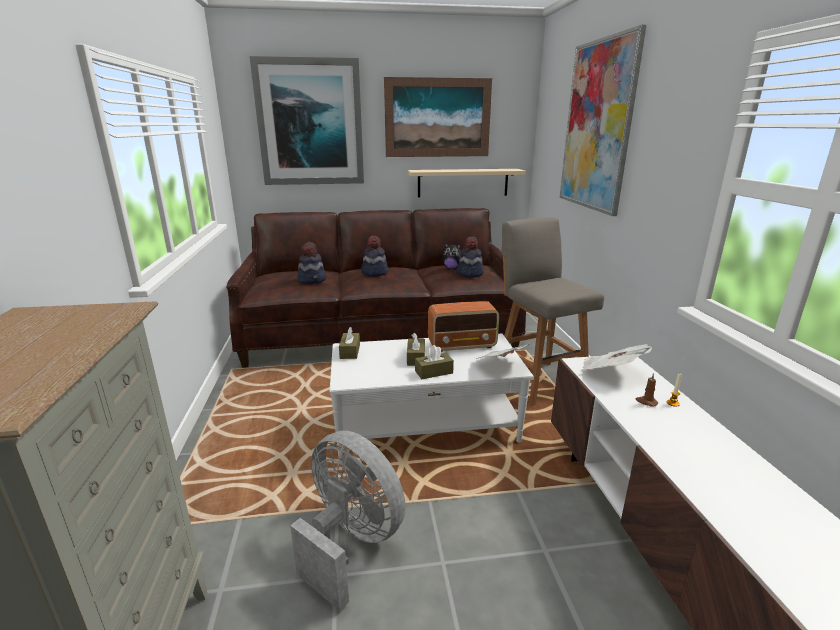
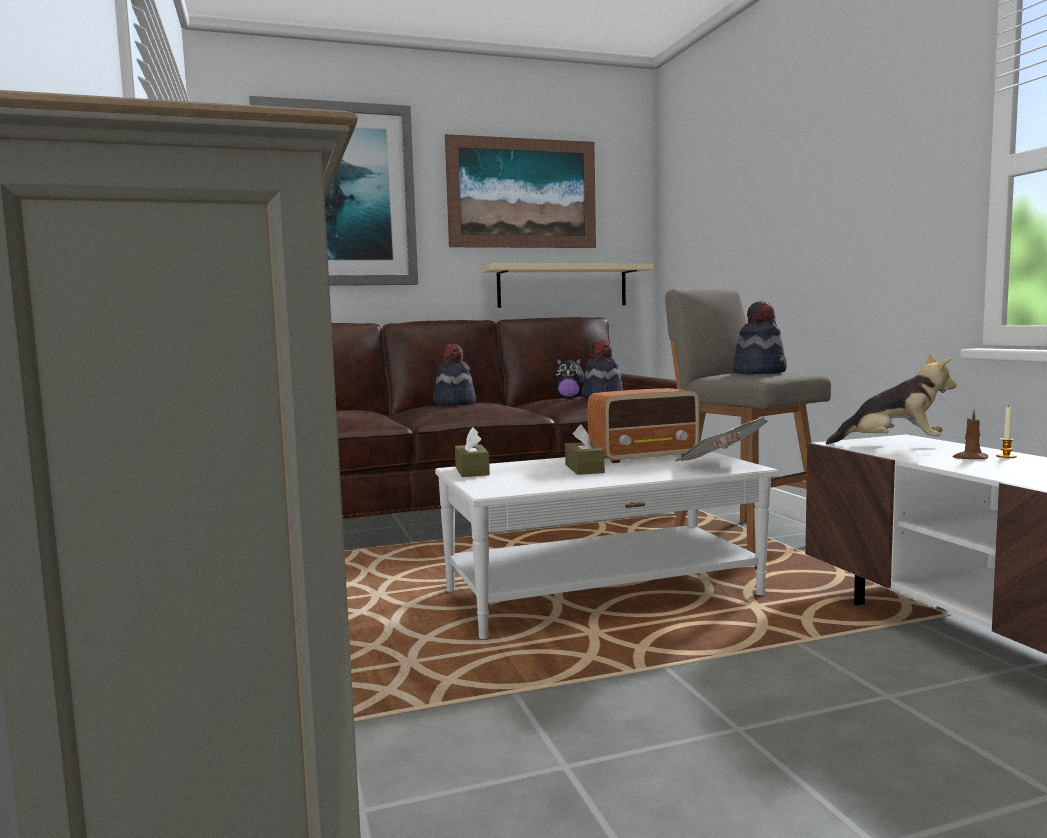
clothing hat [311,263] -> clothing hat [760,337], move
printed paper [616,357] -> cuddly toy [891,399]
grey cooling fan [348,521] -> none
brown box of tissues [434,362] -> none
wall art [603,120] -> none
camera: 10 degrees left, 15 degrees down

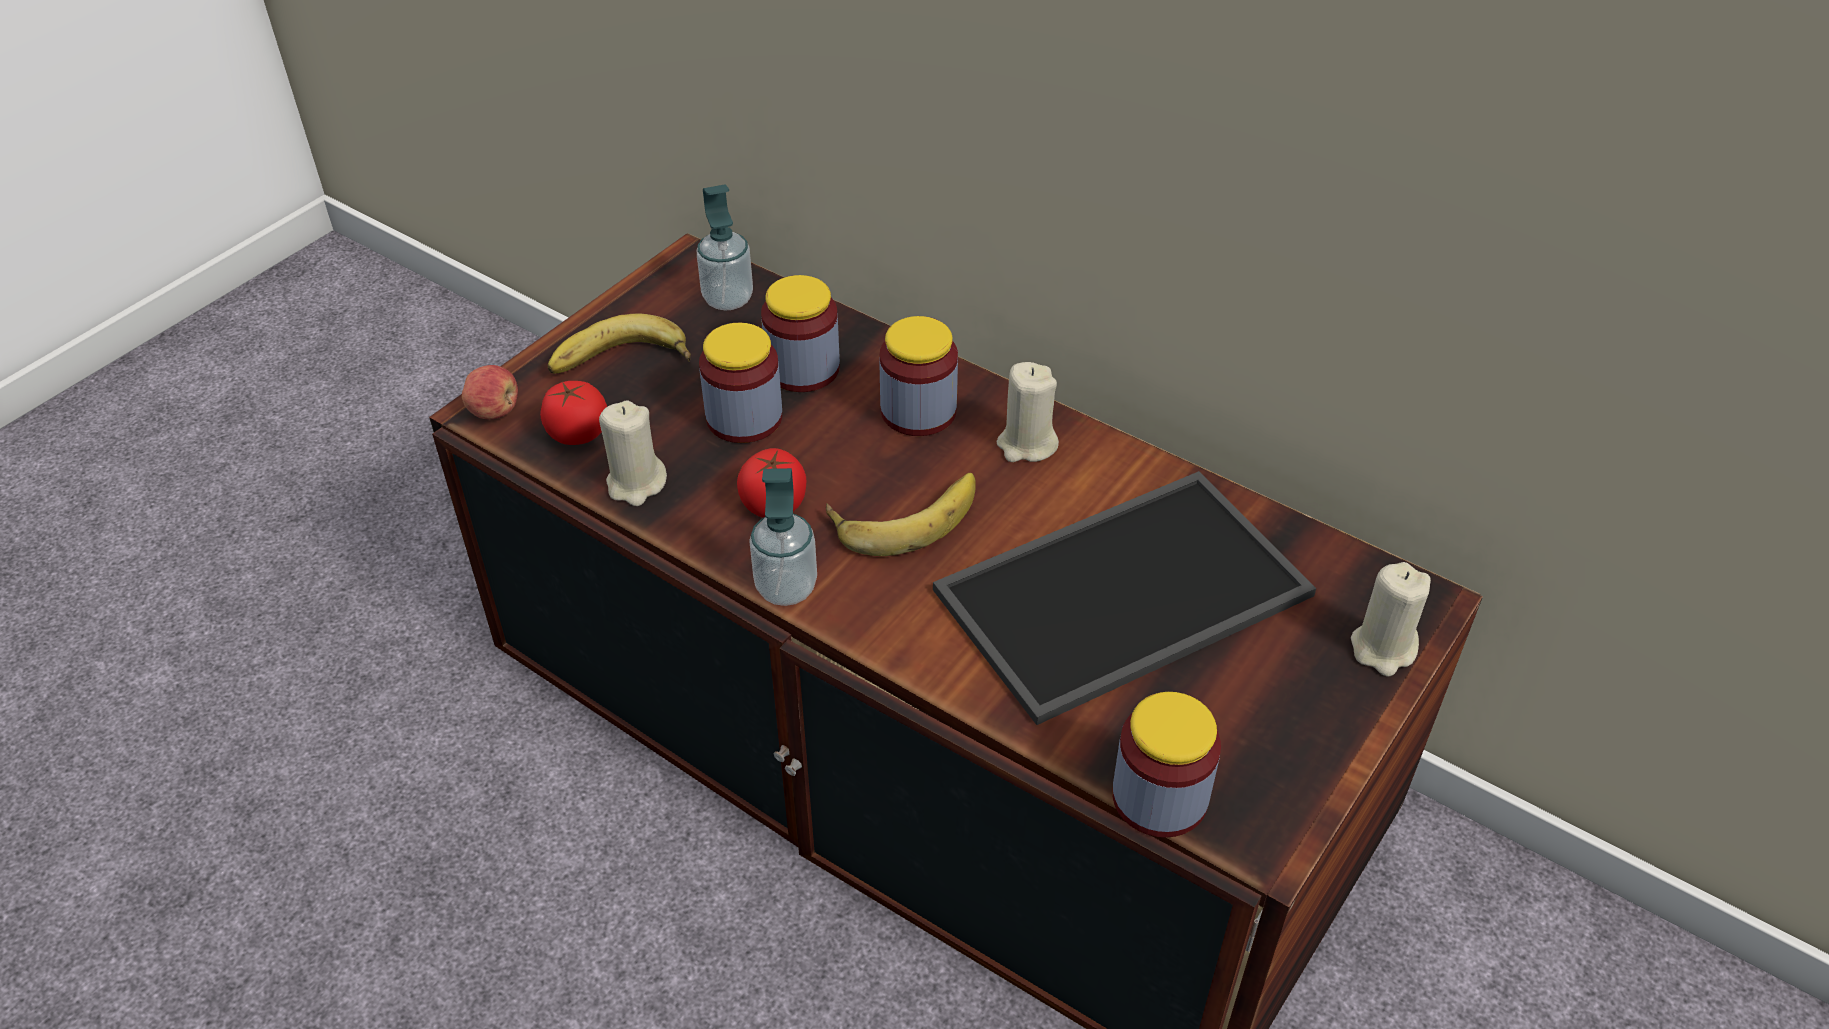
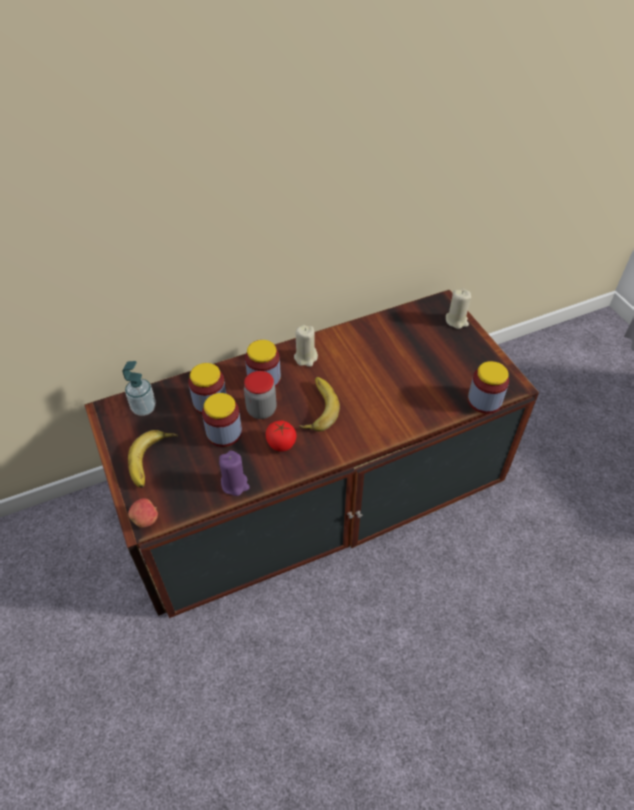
sand-coloured wax candle [633,453] -> purple-coloured wax candle [234,473]
none -> storage jar [260,395]
tomato [573,413] -> none
soap dispenser [783,537] -> none
carrying tray [1124,598] -> none
camera: 60 degrees left, 5 degrees up

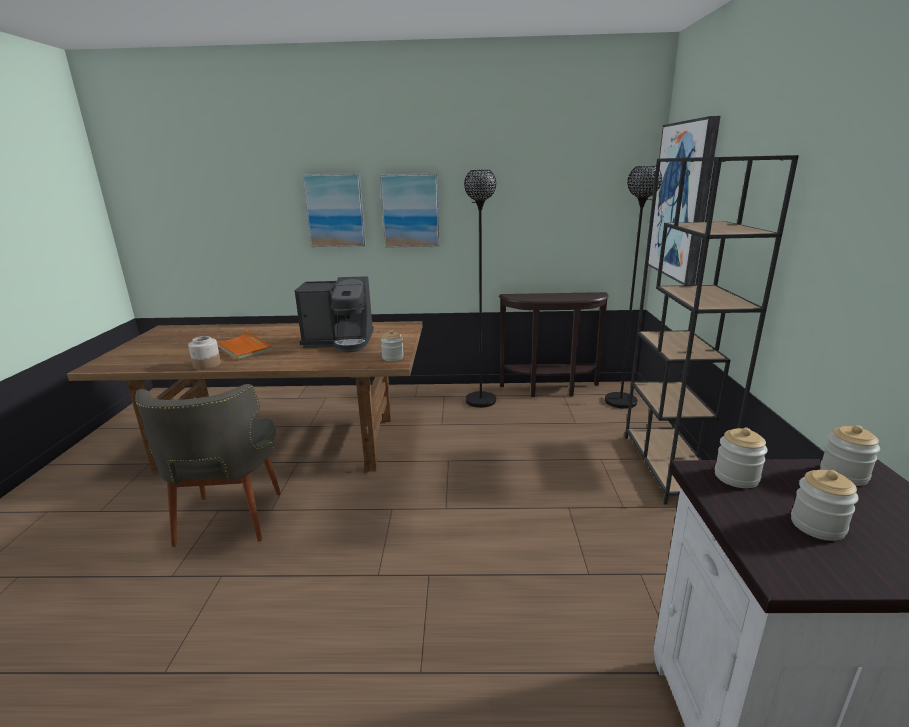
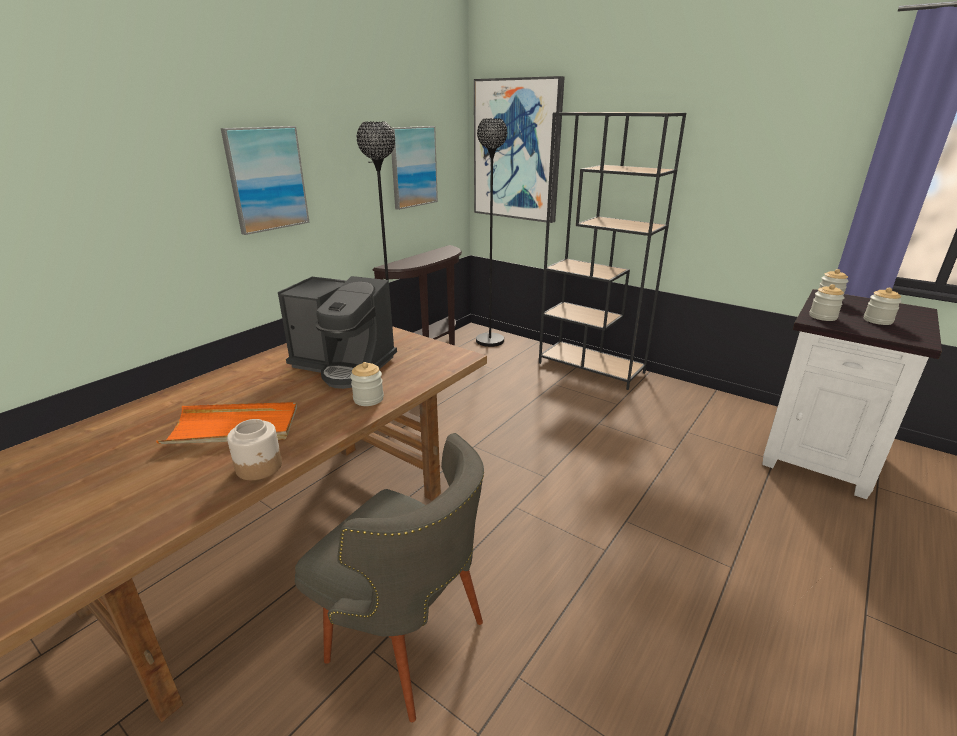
coffee brewer [334,314] -> coffee brewer [337,332], 75 degrees clockwise
storage jar [392,345] -> storage jar [367,384], move
wall art [334,210] -> wall art [414,168], move
camera: 55 degrees left, 5 degrees up

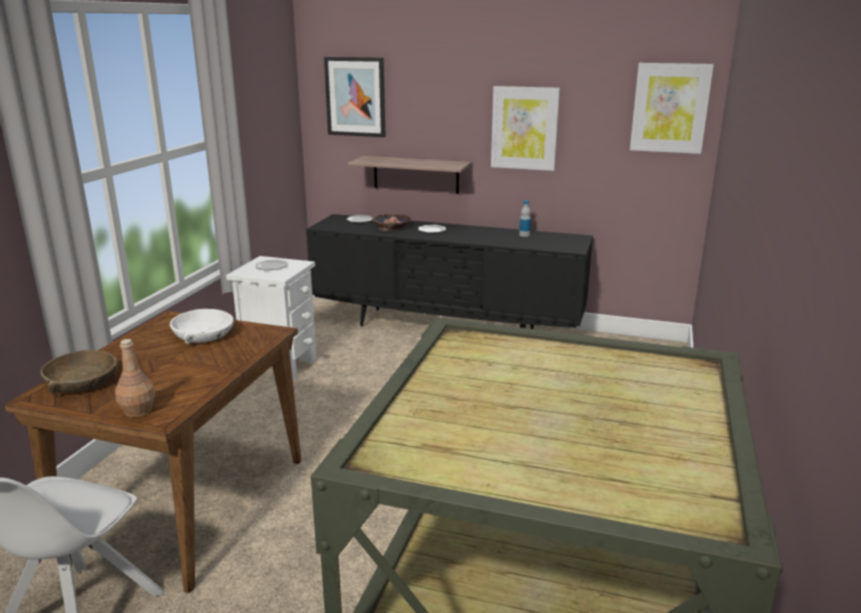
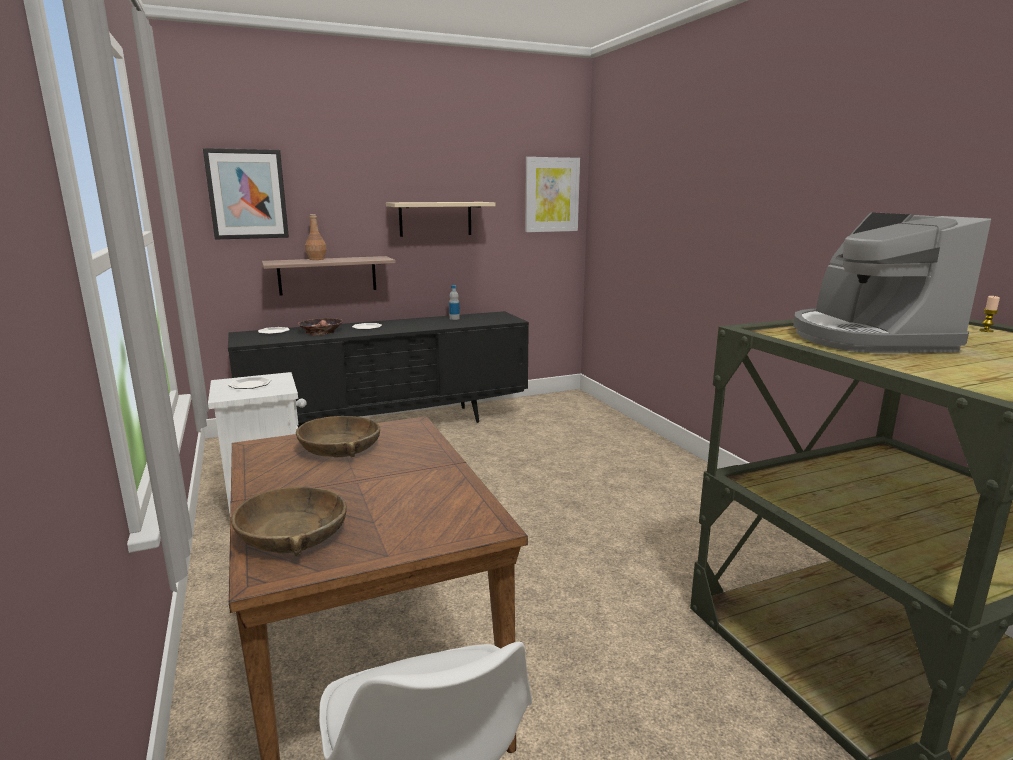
white bowl [202,326] -> brown bowl [338,436]
brown drink bottle [135,378] -> brown drink bottle [316,237], move
wall art [525,128] -> sand-coloured shelf [440,219]
none -> coffee brewer [892,282]
none -> wax candle [989,314]
camera: 40 degrees left, 5 degrees down

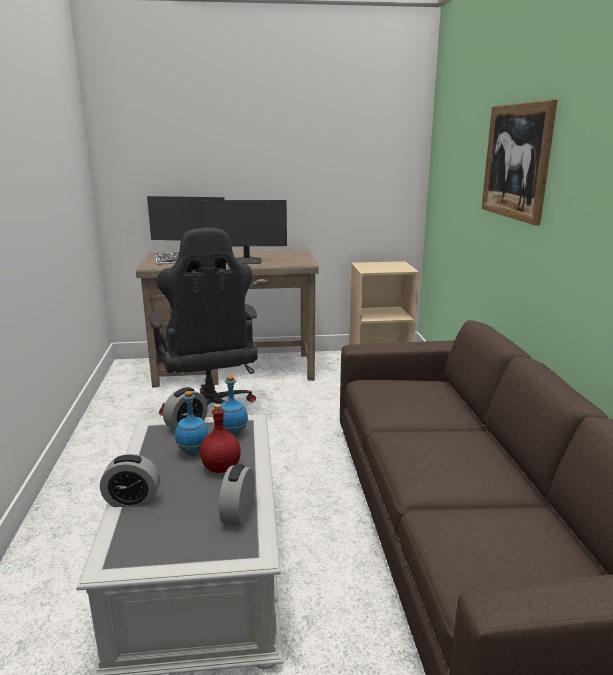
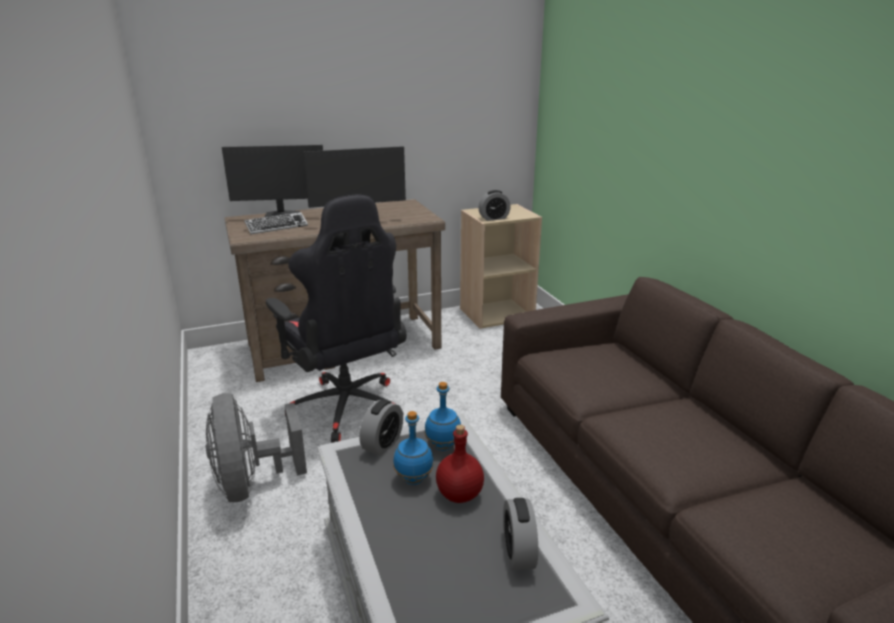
none -> grey cooling fan [256,447]
bedside clock [130,480] -> bedside clock [494,205], move
wall art [519,163] -> none
camera: 15 degrees left, 5 degrees up

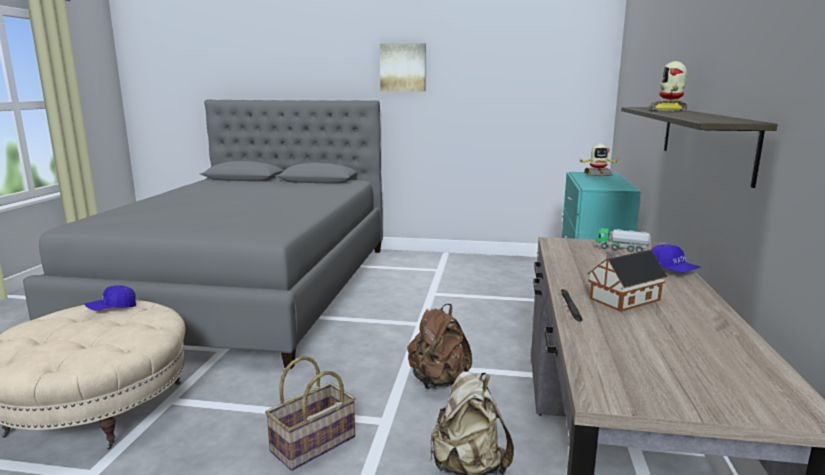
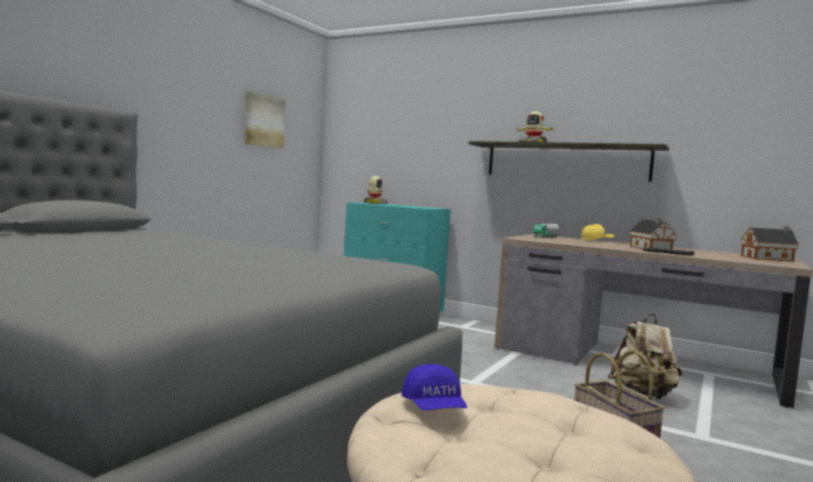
wall art [403,67] -> wall art [265,120], move
blue baseball cap [675,258] -> yellowish baseball cap [597,232]
none -> model house [770,244]
brown backpack [439,346] -> none
camera: 70 degrees left, 10 degrees down

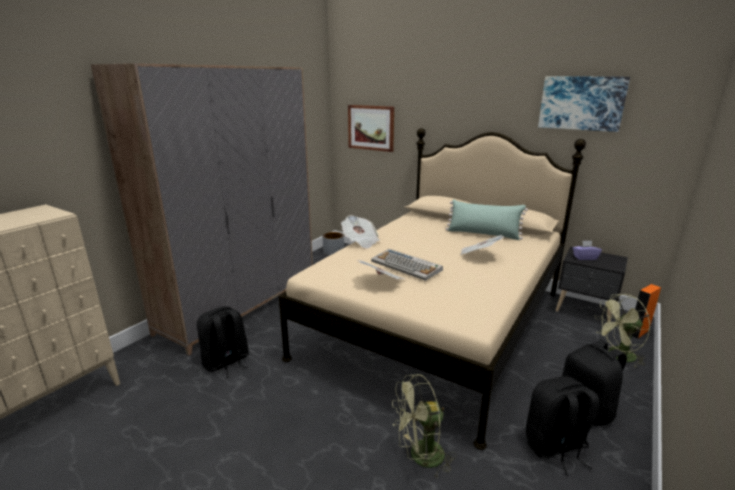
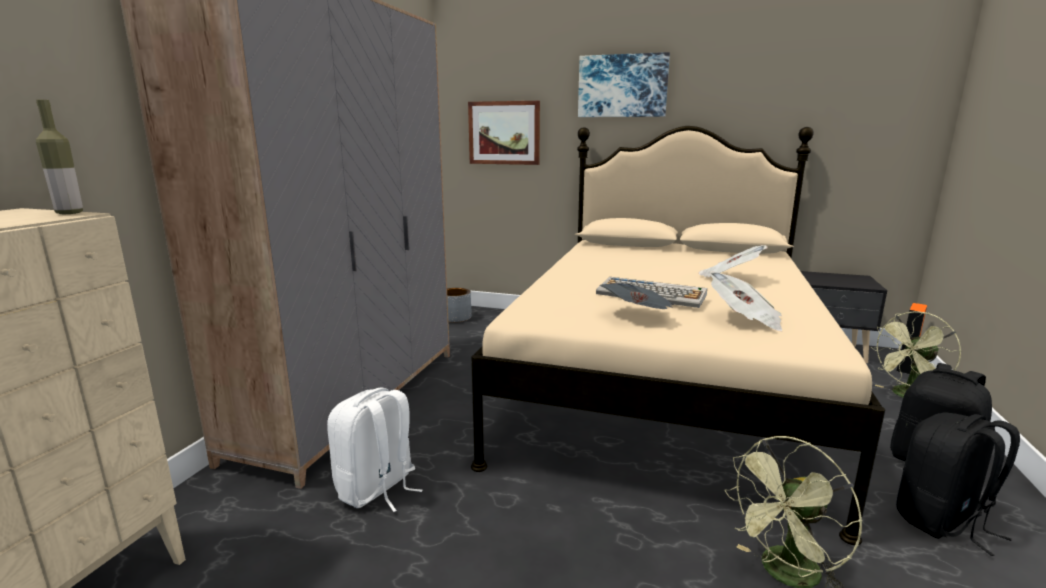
none -> drink bottle [59,157]
blackish backpack [223,342] -> white backpack [375,450]
wall art [584,104] -> wall art [624,84], move
printed paper [360,232] -> printed paper [746,301], move
green-coloured pillow [487,219] -> none
purple-coloured box of tissues [587,250] -> none
camera: 15 degrees left, 5 degrees down

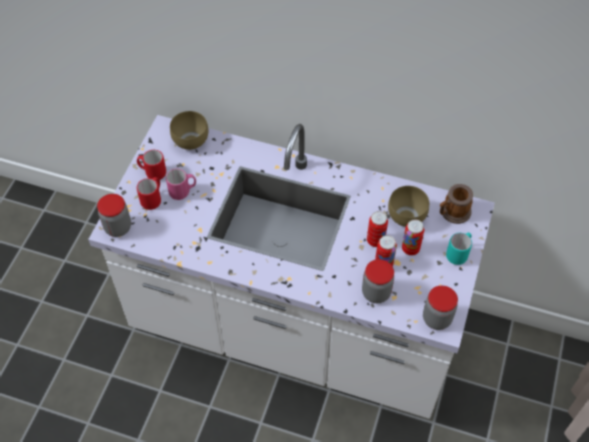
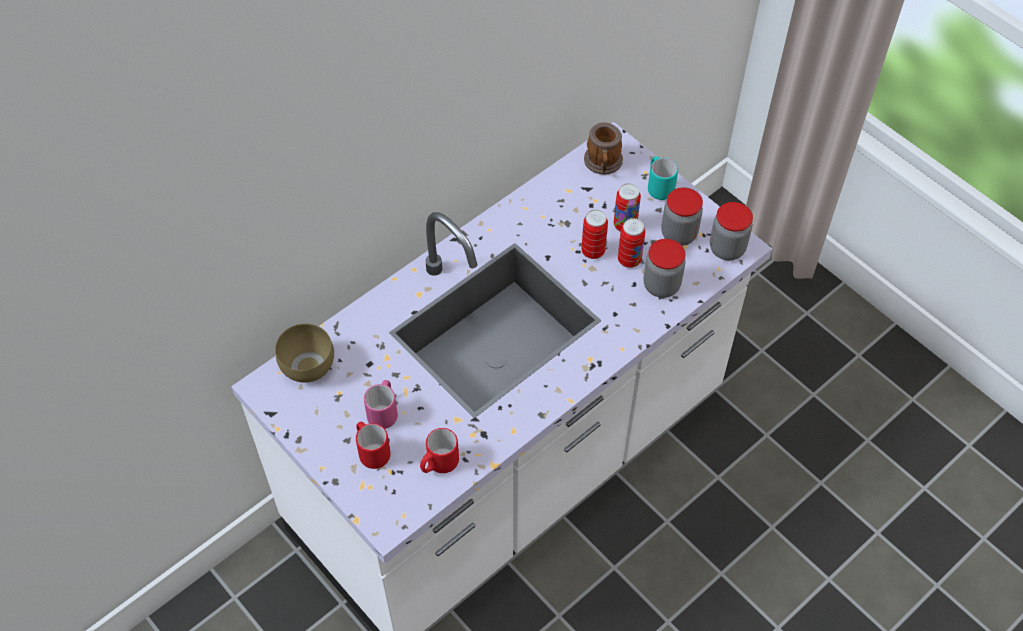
reddish mug [151,165] -> reddish mug [439,450], move
storage jar [114,215] -> storage jar [682,216], move
brown bowl [408,206] -> none
camera: 60 degrees left, 0 degrees up

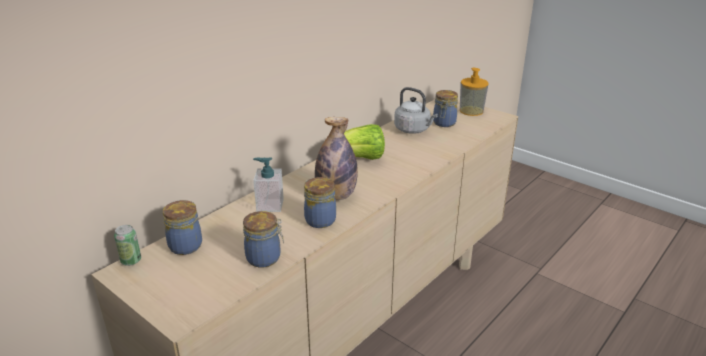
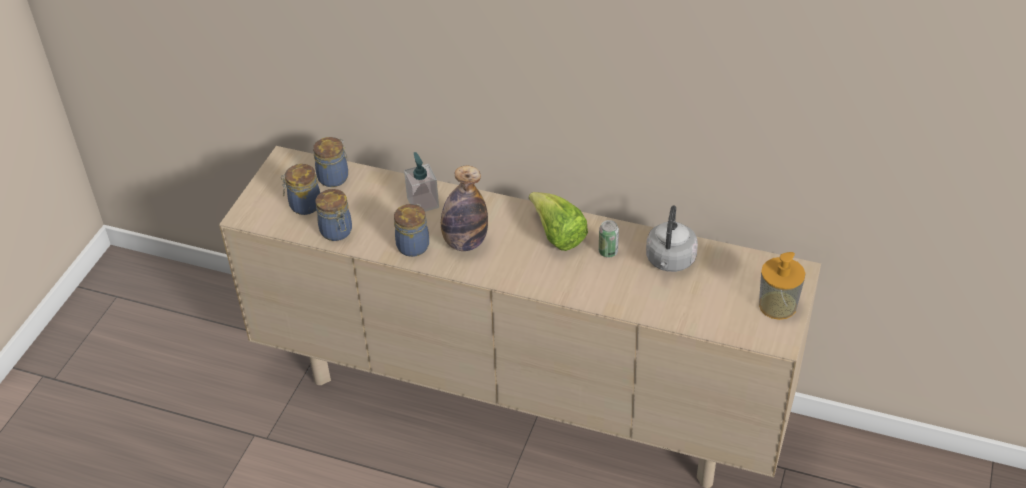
storage jar [445,108] -> storage jar [300,189], move
metal can [127,245] -> metal can [609,238], move
camera: 70 degrees right, 15 degrees up

